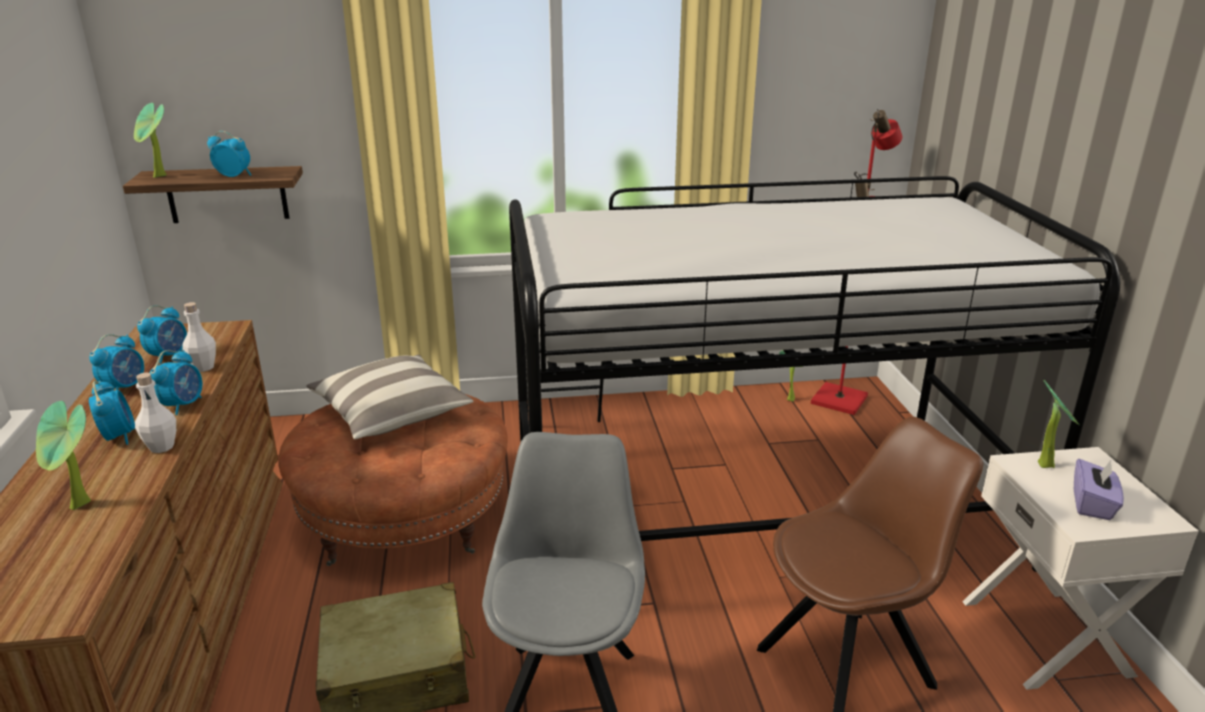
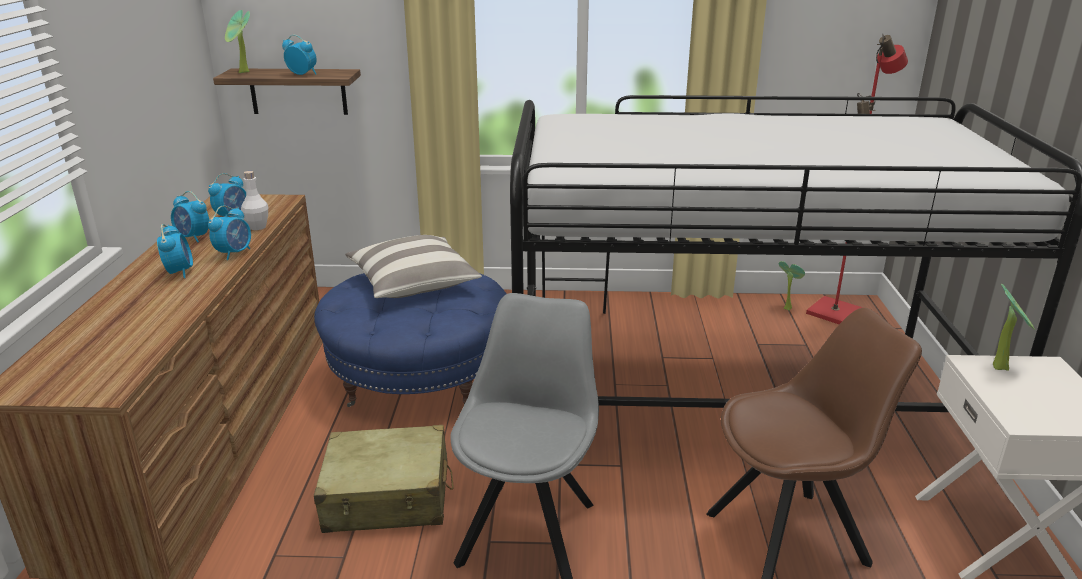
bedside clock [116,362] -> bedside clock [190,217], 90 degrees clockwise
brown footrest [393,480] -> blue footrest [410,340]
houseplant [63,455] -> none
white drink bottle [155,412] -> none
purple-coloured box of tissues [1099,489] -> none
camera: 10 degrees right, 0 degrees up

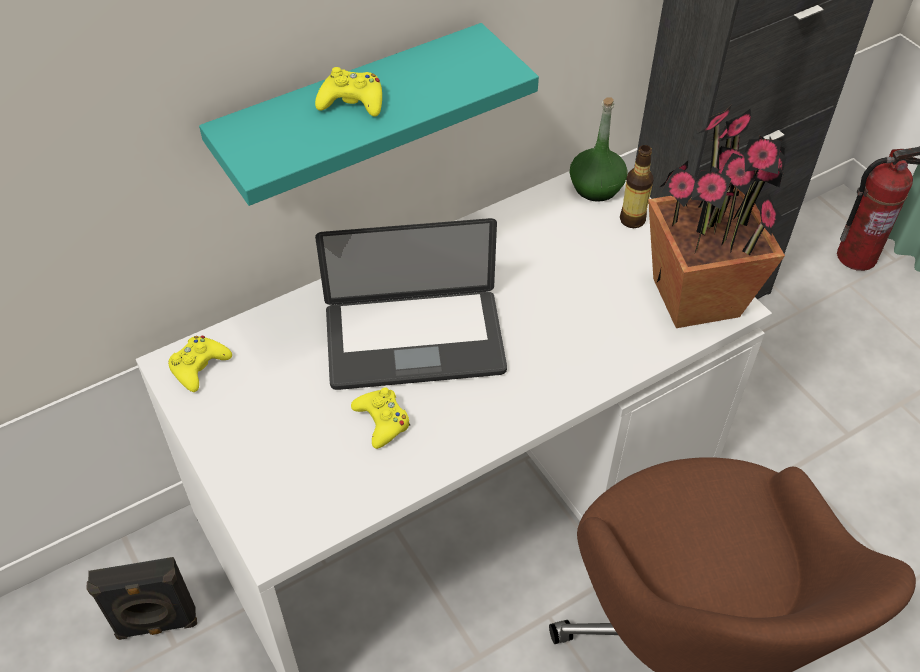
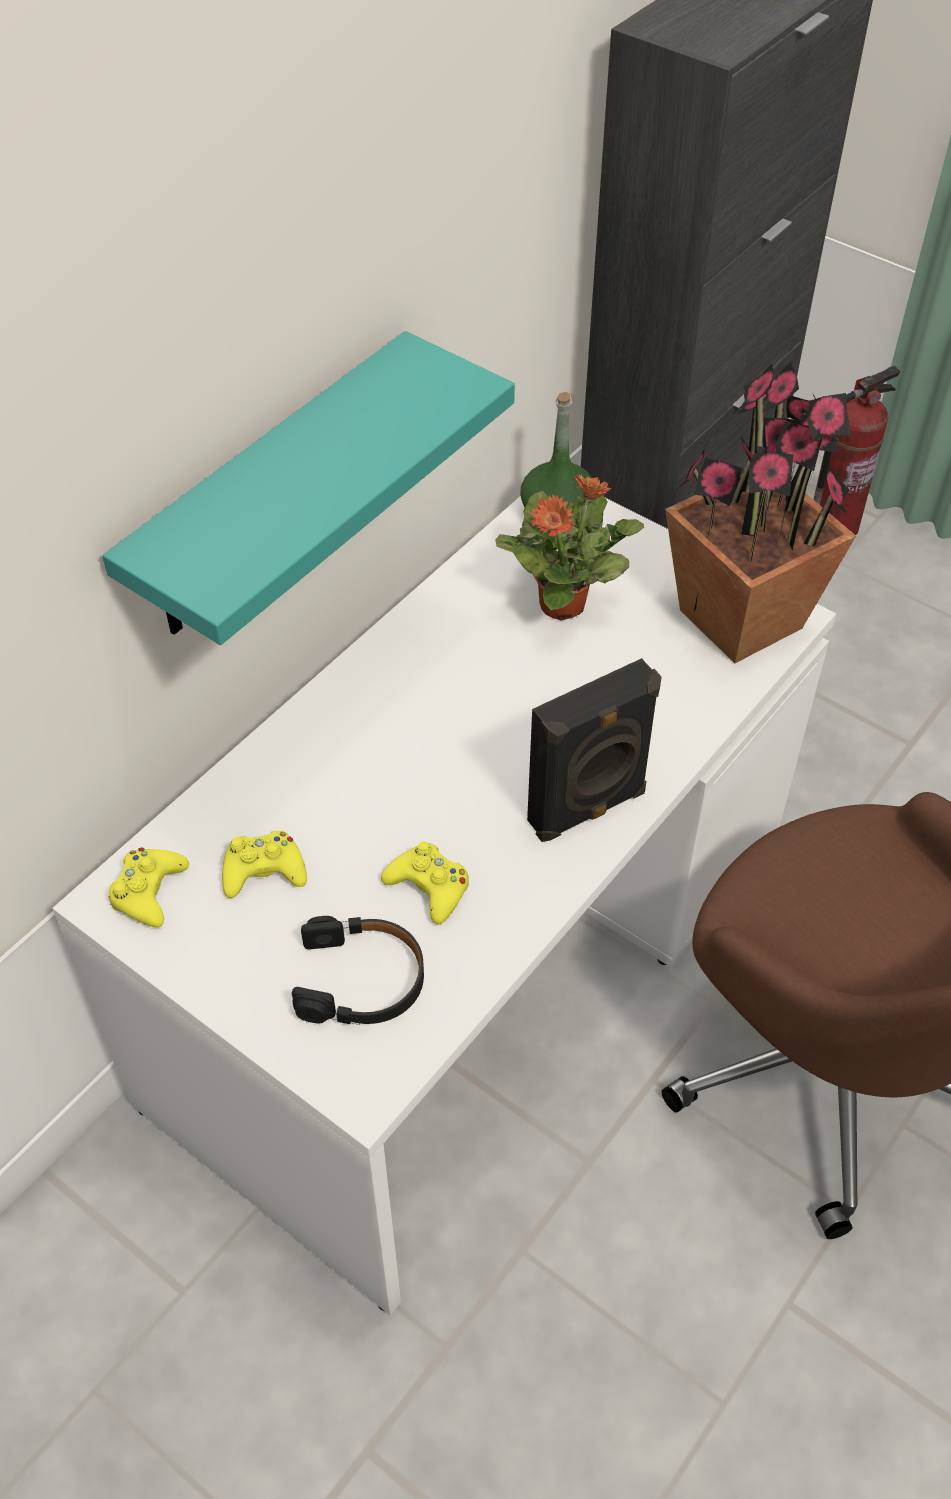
yellowish gamepad [348,91] -> yellowish gamepad [264,864], move
none -> blackish headphones [358,970]
none -> houseplant [569,547]
blackish loudspeaker [142,598] -> blackish loudspeaker [594,750], move
laptop [411,304] -> none
drink bottle [637,186] -> none
camera: 20 degrees left, 0 degrees up

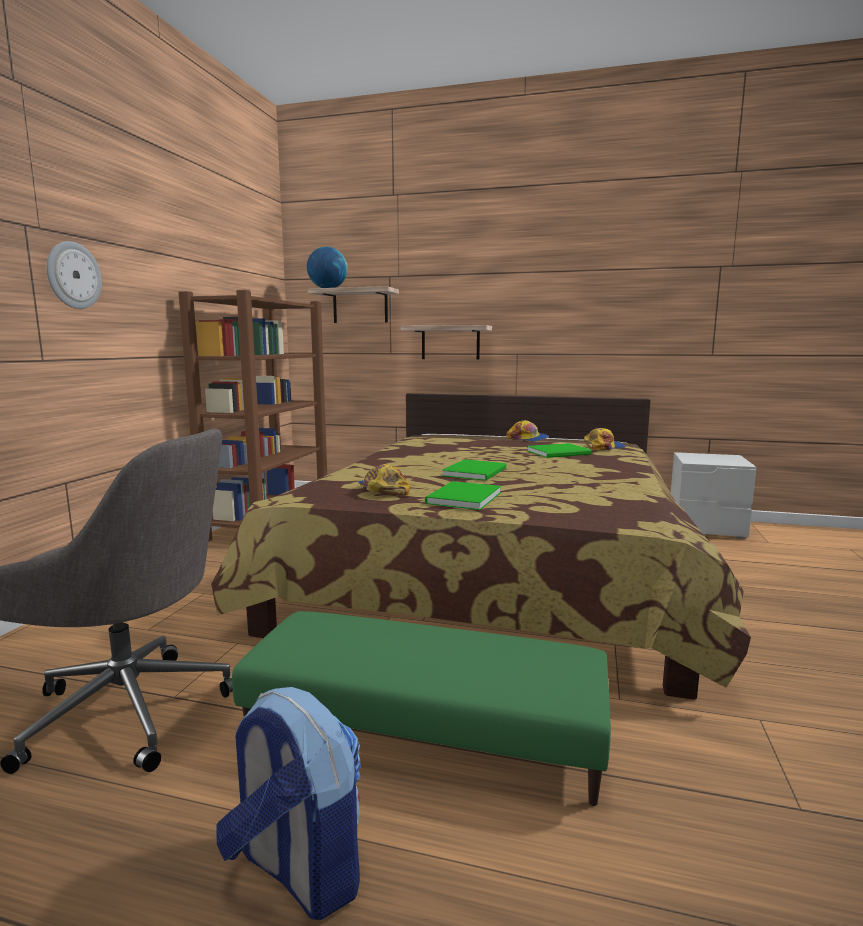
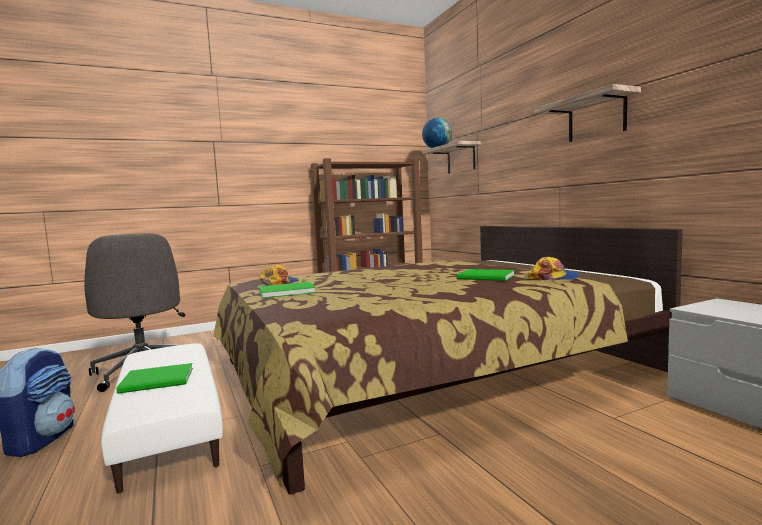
green-coloured footrest [421,708] -> white footrest [162,418]
green-coloured volume [474,470] -> green-coloured volume [154,378], move
shelf [446,342] -> shelf [587,113], move
clock on the wall [74,275] -> none
baseball cap [527,431] -> none
camera: 50 degrees right, 5 degrees down

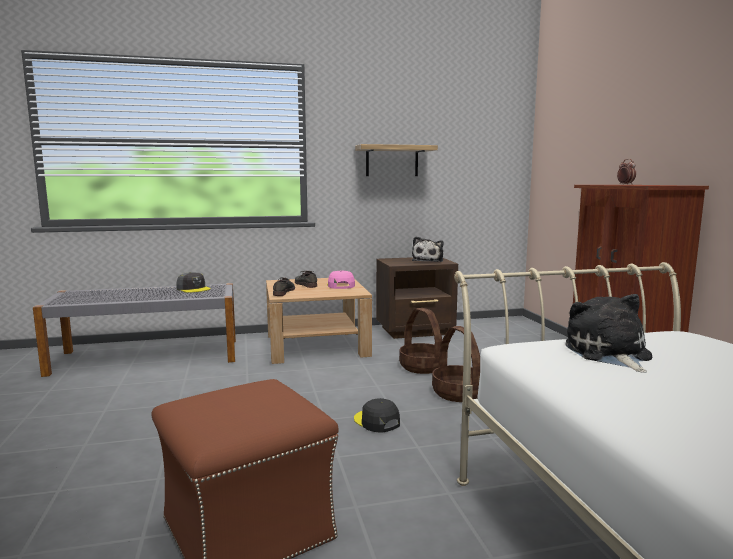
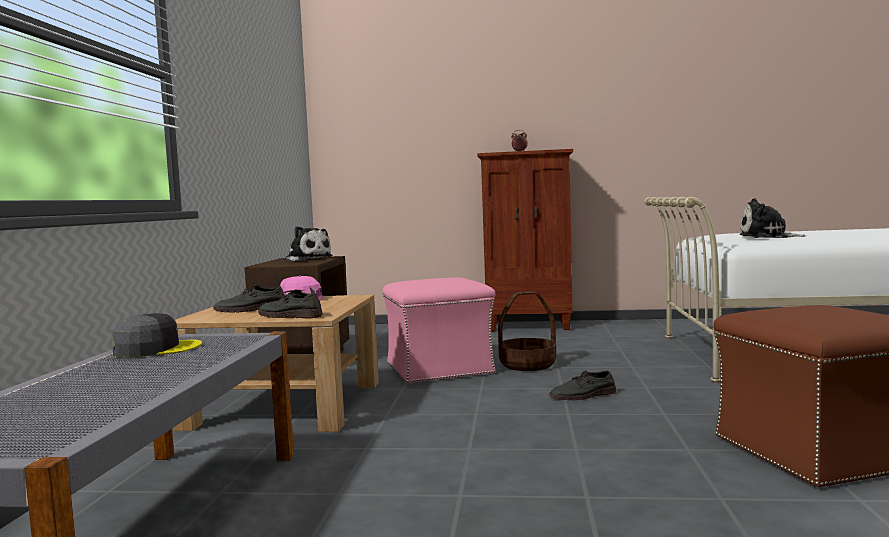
household basket [420,341] -> pinkish footrest [438,330]
blackish baseball cap [377,415] -> grey shoe [582,385]
shelf [396,160] -> none
camera: 70 degrees left, 5 degrees down

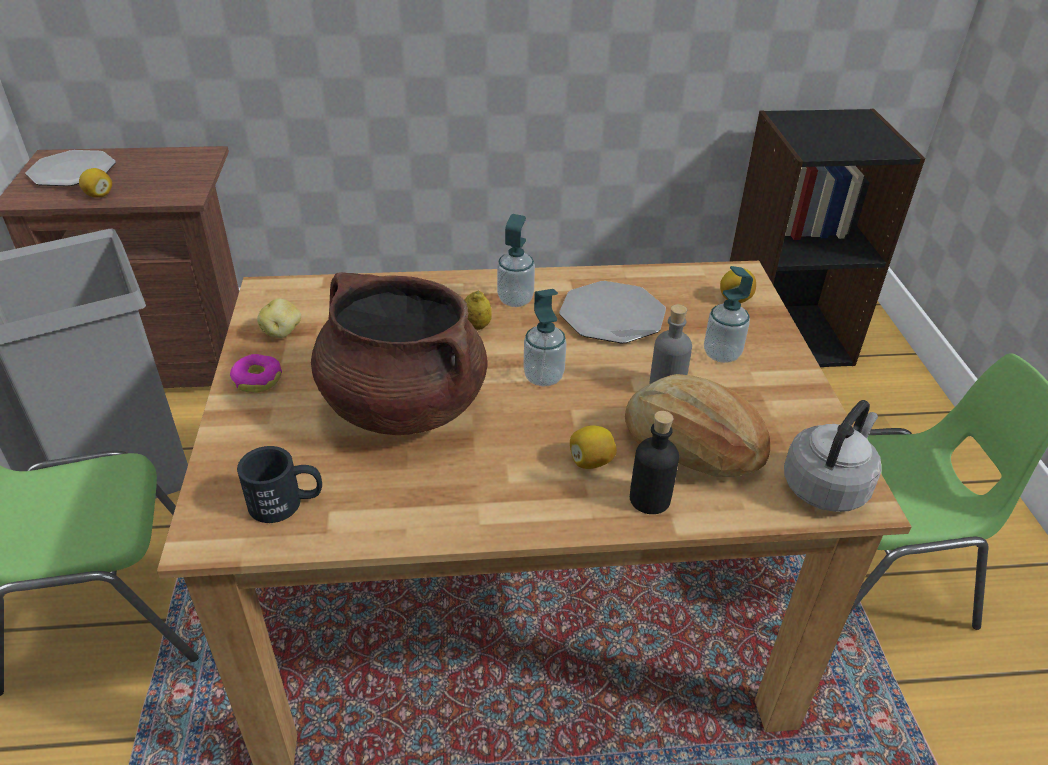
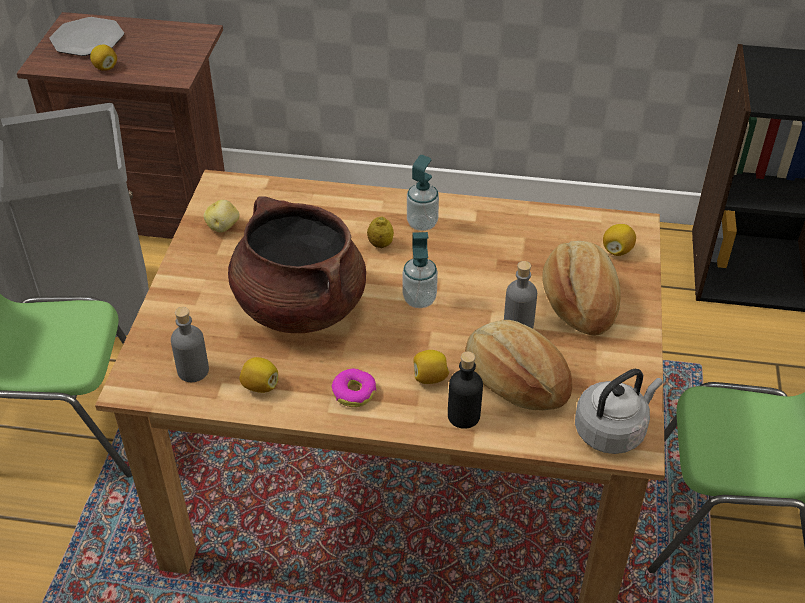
blackish mug [279,484] -> grey drink bottle [190,344]
none -> citrus fruit [258,375]
donut [256,373] -> donut [353,388], move
soap dispenser [728,314] -> baked bread [581,288]
flat dish [612,312] -> none
camera: 15 degrees right, 5 degrees up

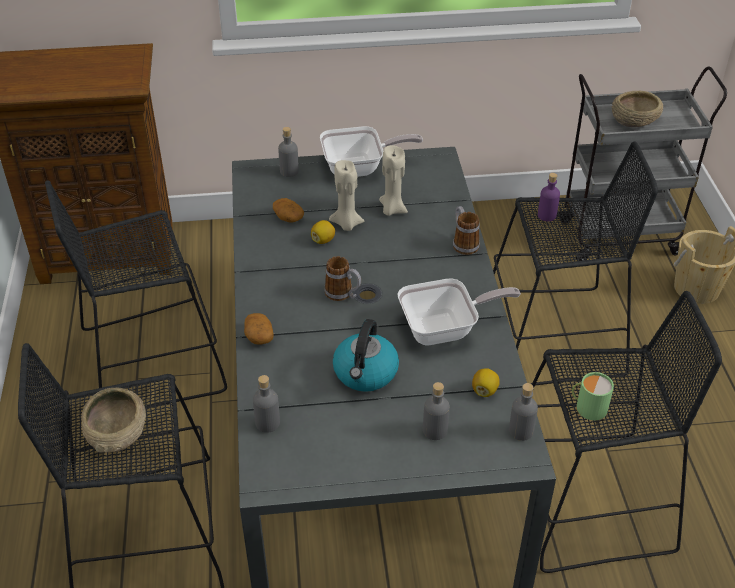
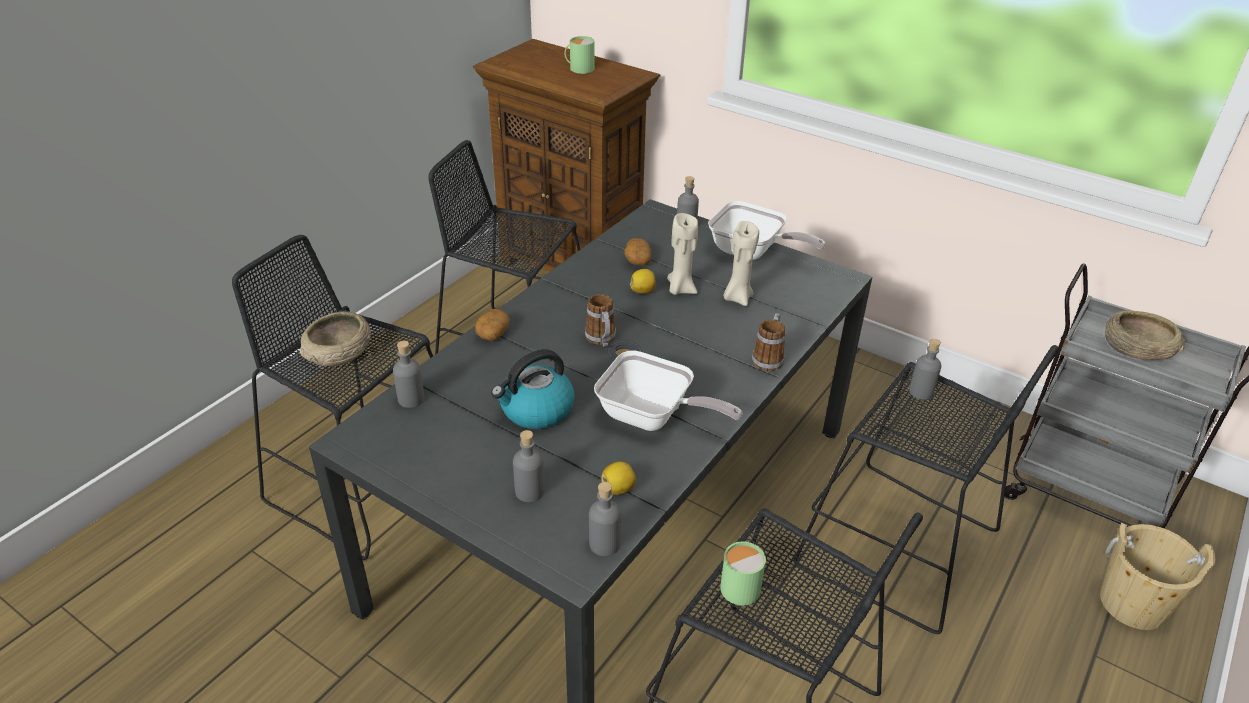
none -> green-coloured mug [579,55]
purple-coloured drink bottle [549,197] -> grey drink bottle [925,369]
camera: 40 degrees right, 5 degrees down

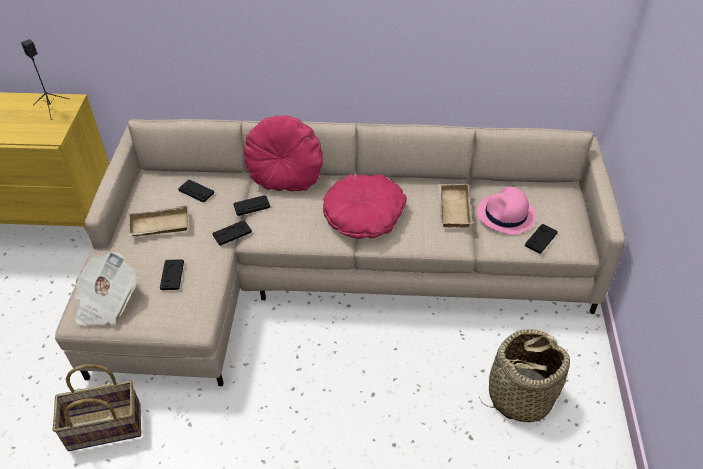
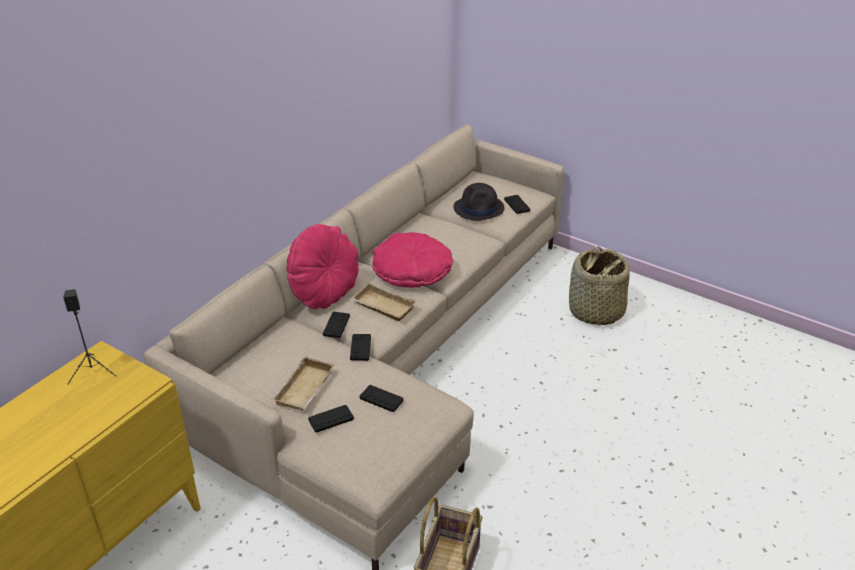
blackish gamepad [196,191] -> blackish gamepad [331,419], move
sand-coloured carrying tray [455,206] -> sand-coloured carrying tray [384,302], move
pinkish clothing hat [506,210] -> blackish clothing hat [479,202]
printed paper [105,289] -> none
camera: 60 degrees left, 10 degrees down

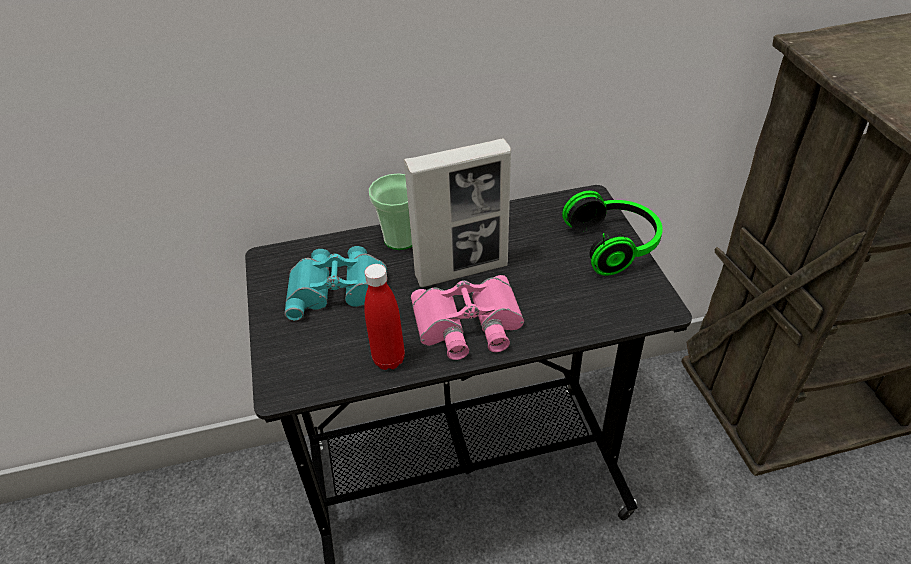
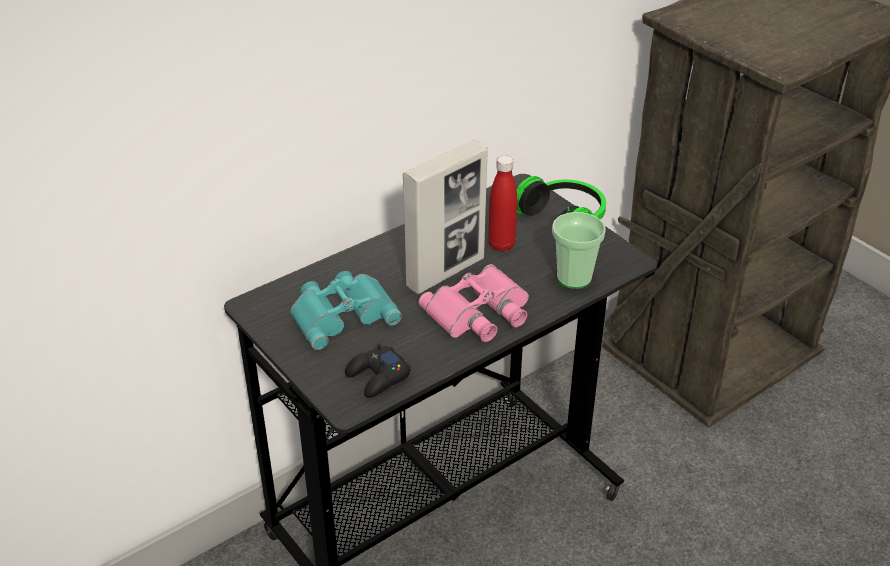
none -> blackish gamepad [378,371]
reddish drink bottle [384,317] -> reddish drink bottle [502,203], move
small cup [390,211] -> small cup [579,250], move
camera: 25 degrees left, 5 degrees down

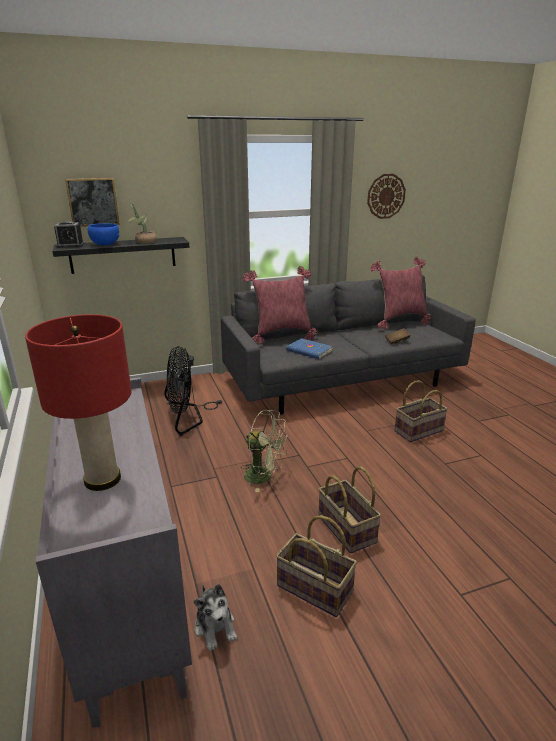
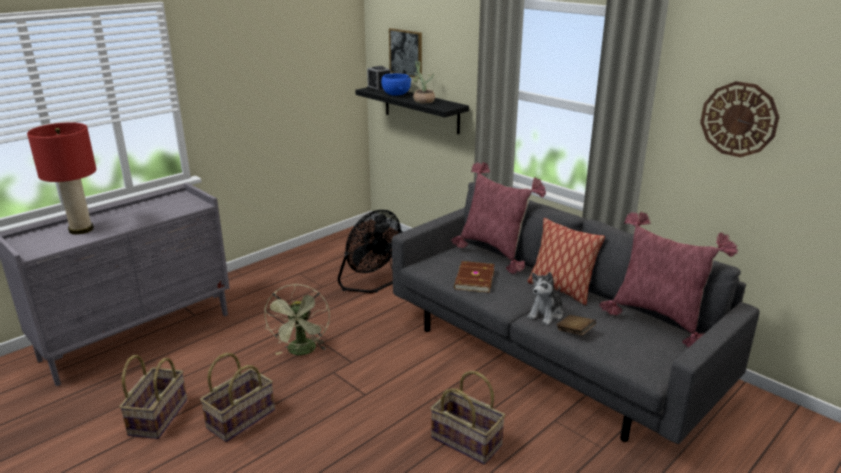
blue volume [309,348] -> brown volume [474,277]
cuddly toy [215,617] -> cuddly toy [545,298], move
none -> pillow [566,261]
camera: 65 degrees right, 0 degrees up

